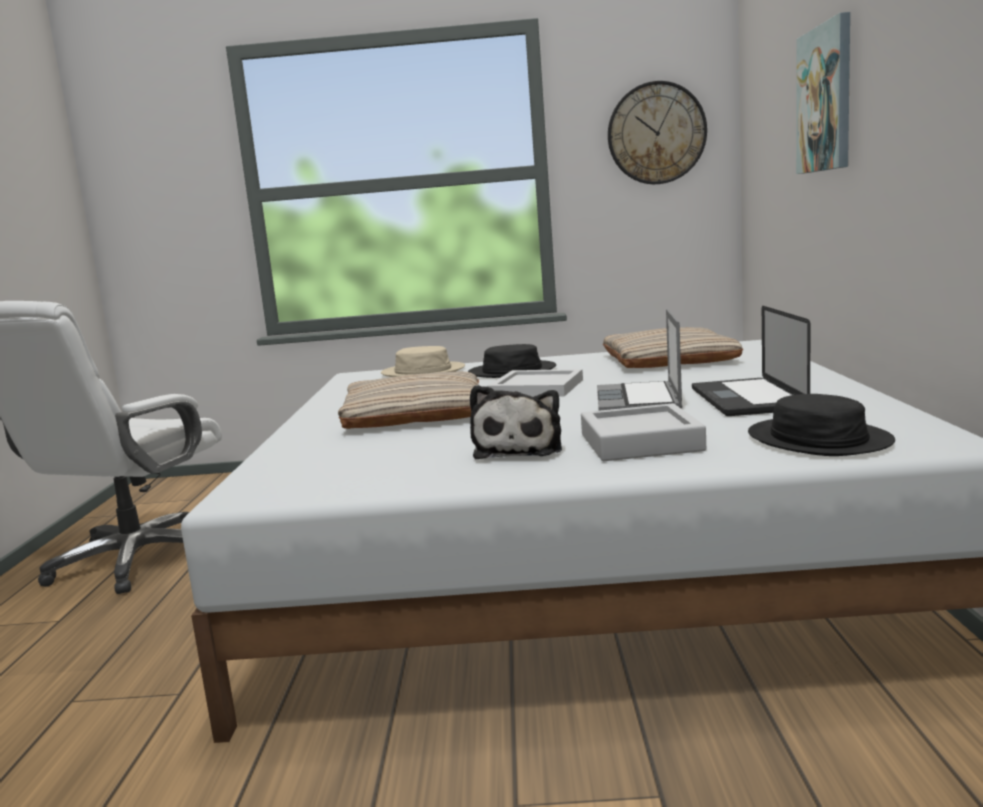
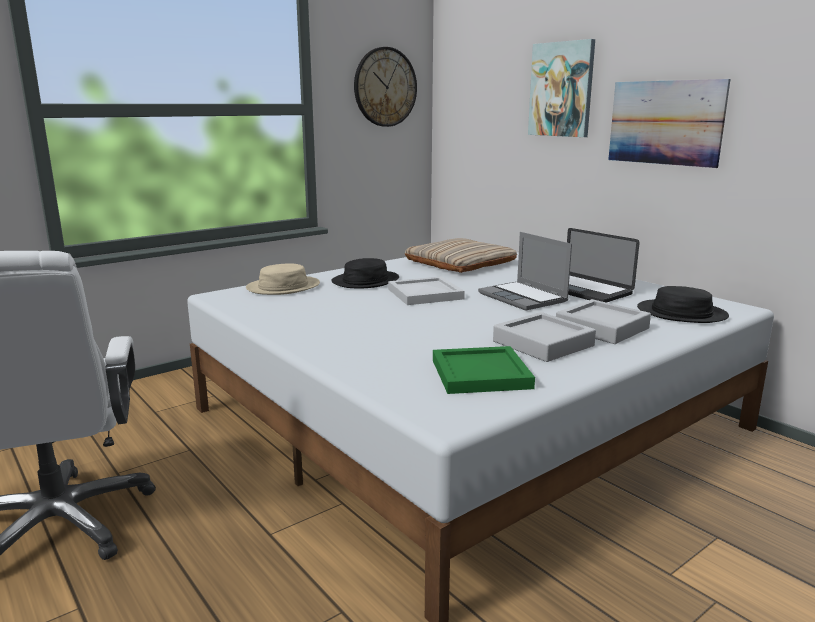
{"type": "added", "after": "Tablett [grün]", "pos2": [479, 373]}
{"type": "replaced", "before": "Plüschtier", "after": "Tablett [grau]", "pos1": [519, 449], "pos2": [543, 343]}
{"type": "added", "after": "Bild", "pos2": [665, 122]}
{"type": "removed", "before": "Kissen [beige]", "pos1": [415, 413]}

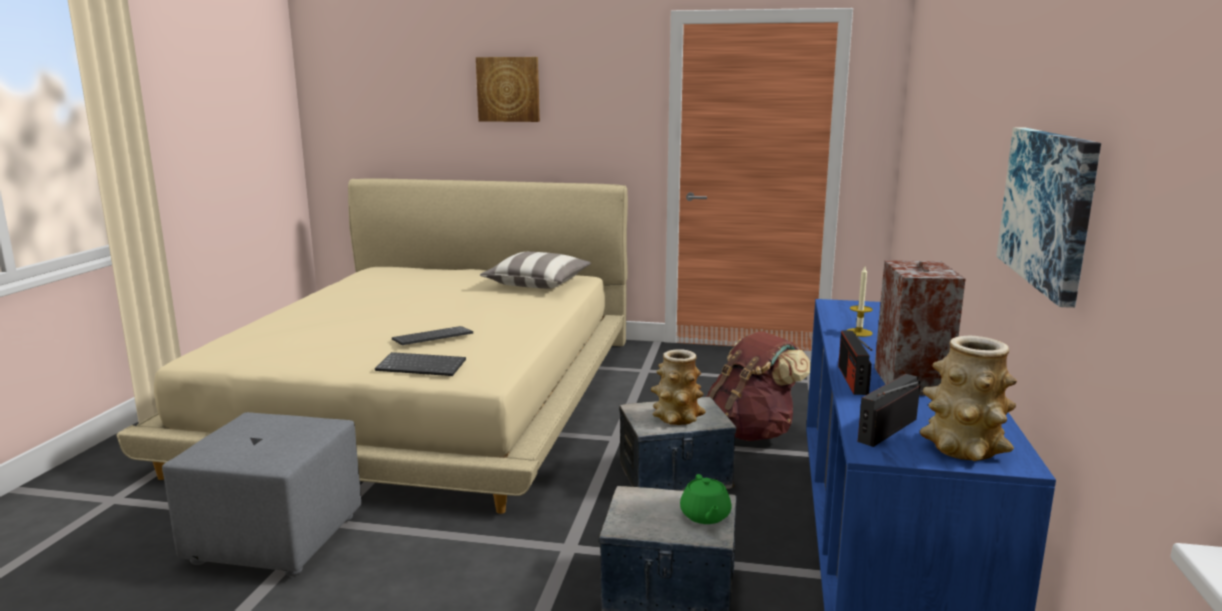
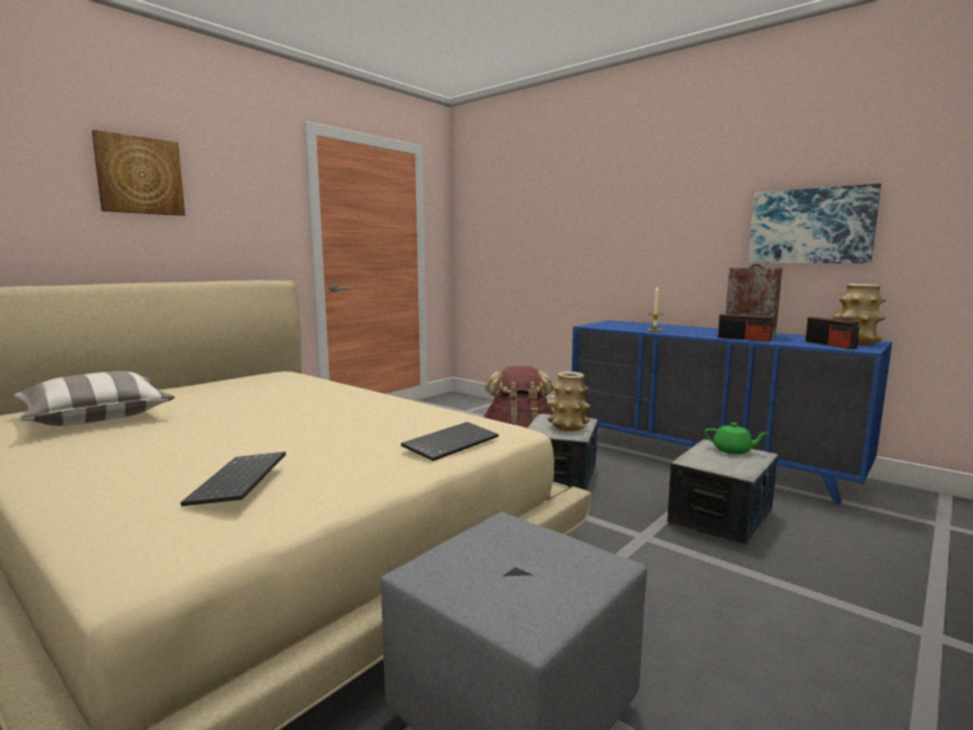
{"type": "moved", "before": "Kissen", "pos1": [537, 284], "pos2": [96, 417]}
{"type": "moved", "before": "Tastatur", "pos1": [432, 338], "pos2": [240, 481]}

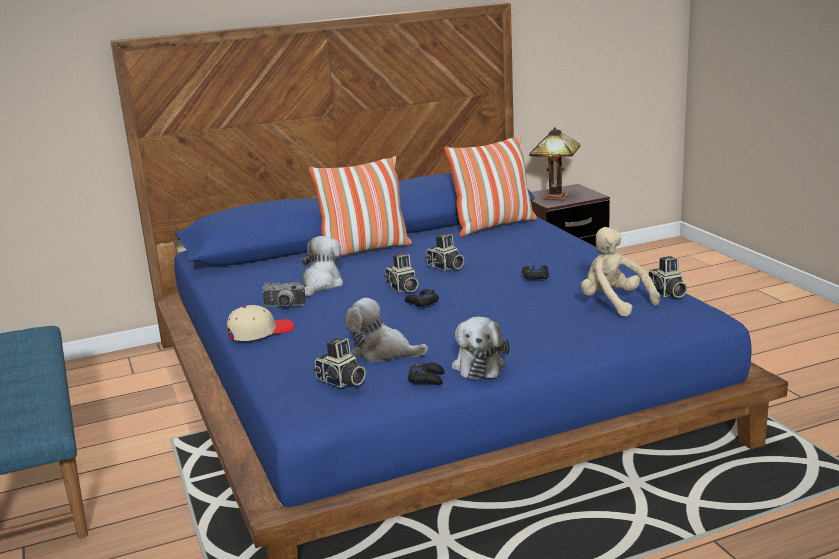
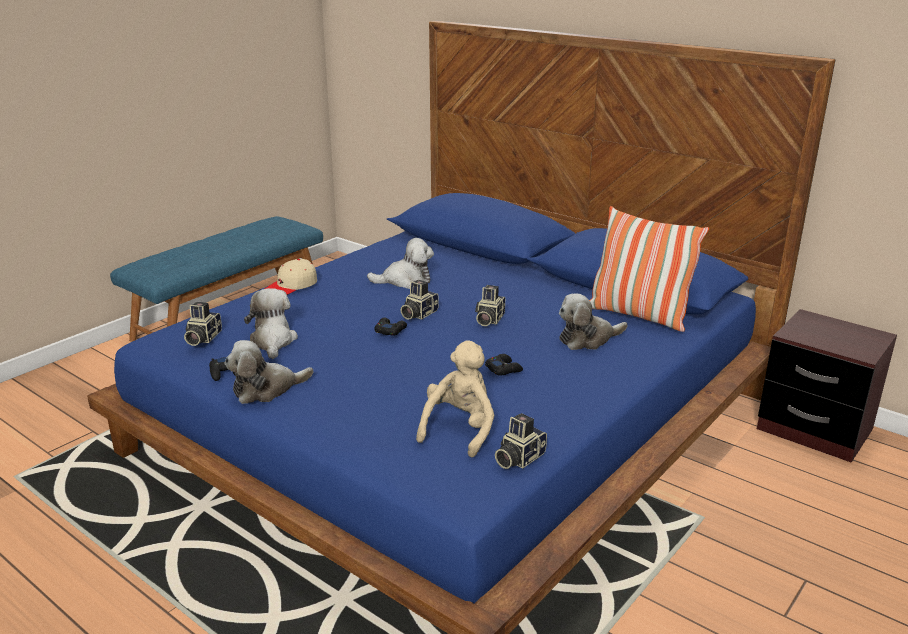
{"type": "turned", "before": "Kappe [beige]", "pos1": [260, 332], "pos2": [291, 286], "turn": 105}
{"type": "added", "after": "Plüschtier", "pos2": [587, 339]}
{"type": "removed", "before": "Kamera", "pos1": [284, 307]}
{"type": "removed", "before": "Kissen", "pos1": [364, 250]}
{"type": "removed", "before": "Tischlampe", "pos1": [556, 197]}

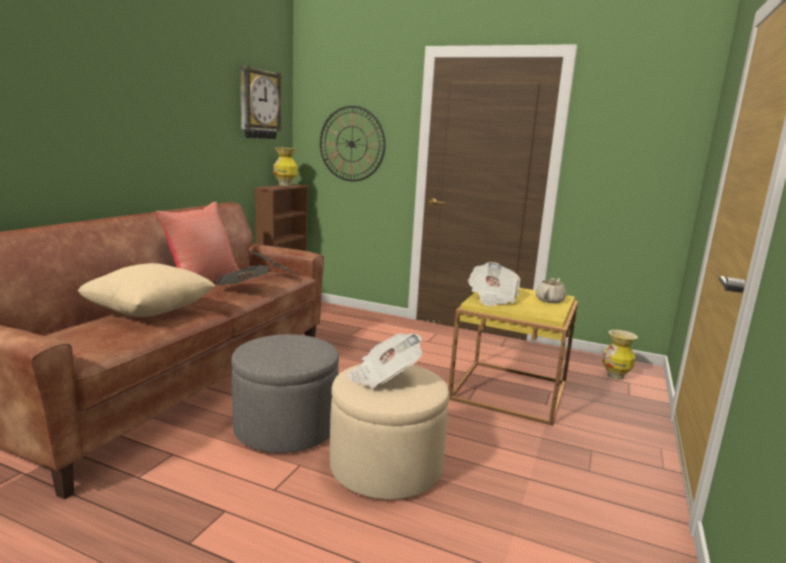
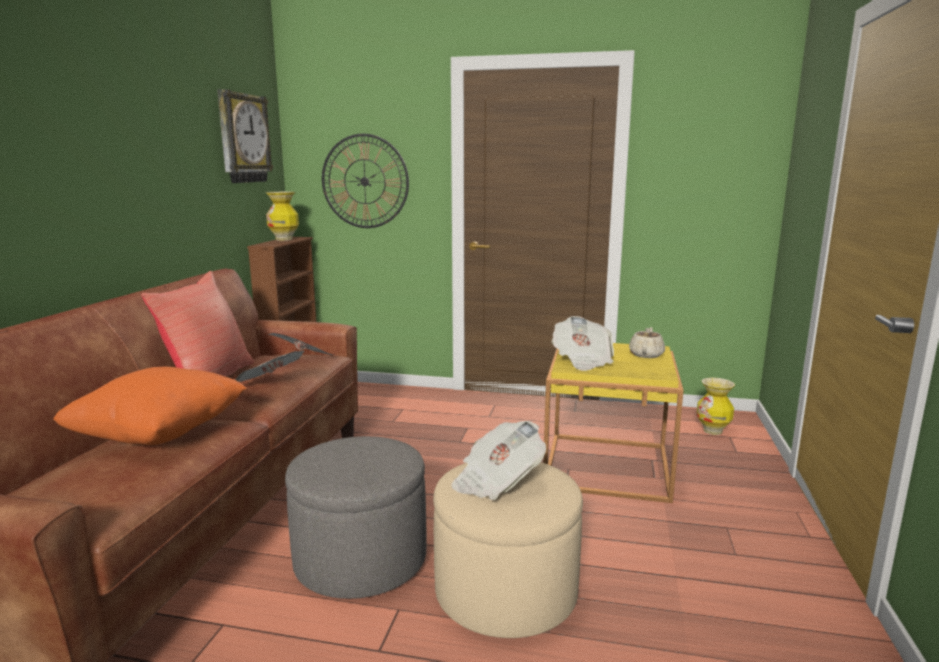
{"type": "recoloured", "before": "Kissen [beige]", "after": "Kissen [orange]", "pos1": [150, 313], "pos2": [159, 435]}

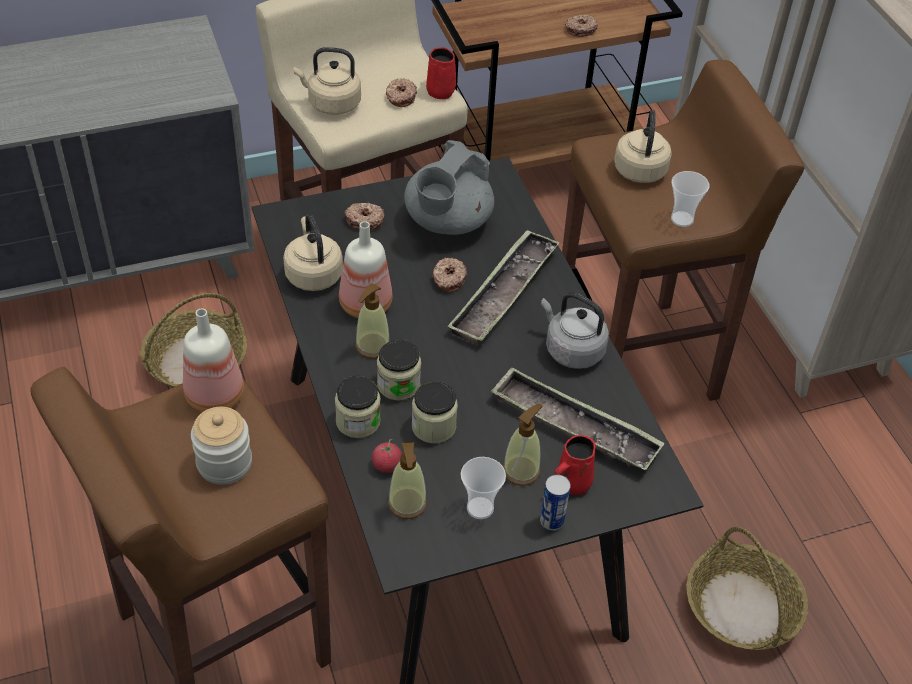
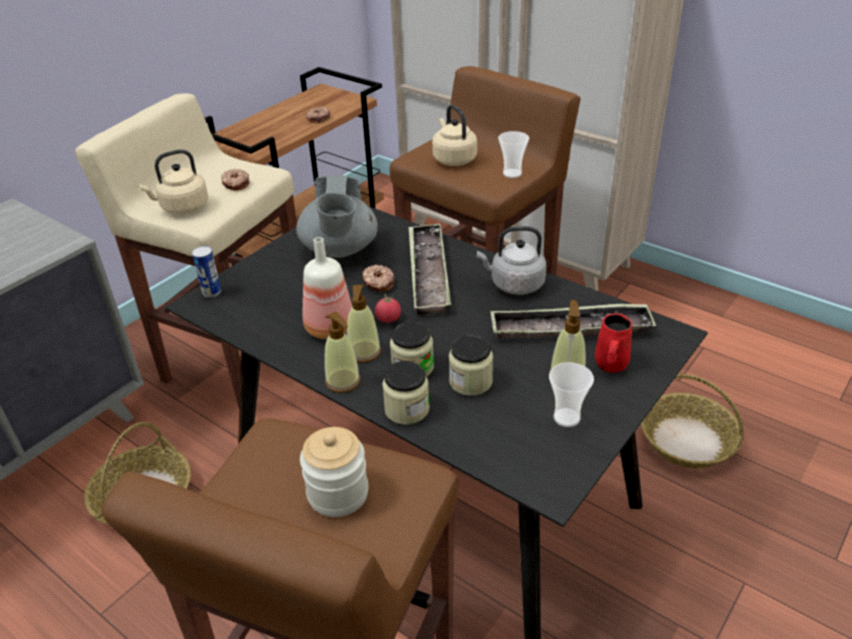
{"type": "moved", "before": "Dose", "pos1": [551, 521], "pos2": [212, 292]}
{"type": "moved", "before": "Seifenspender", "pos1": [407, 504], "pos2": [343, 381]}
{"type": "moved", "before": "Tomate", "pos1": [387, 465], "pos2": [388, 319]}
{"type": "removed", "before": "Flasche", "pos1": [217, 396]}
{"type": "removed", "before": "Wasserkessel [beige]", "pos1": [313, 274]}
{"type": "removed", "before": "Donut", "pos1": [365, 220]}
{"type": "removed", "before": "Henkelbecher [rot]", "pos1": [439, 90]}

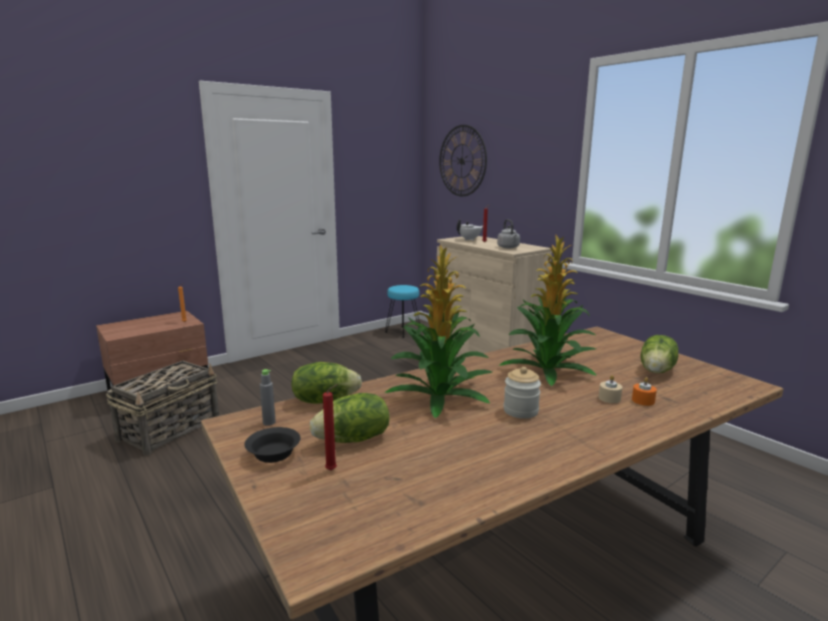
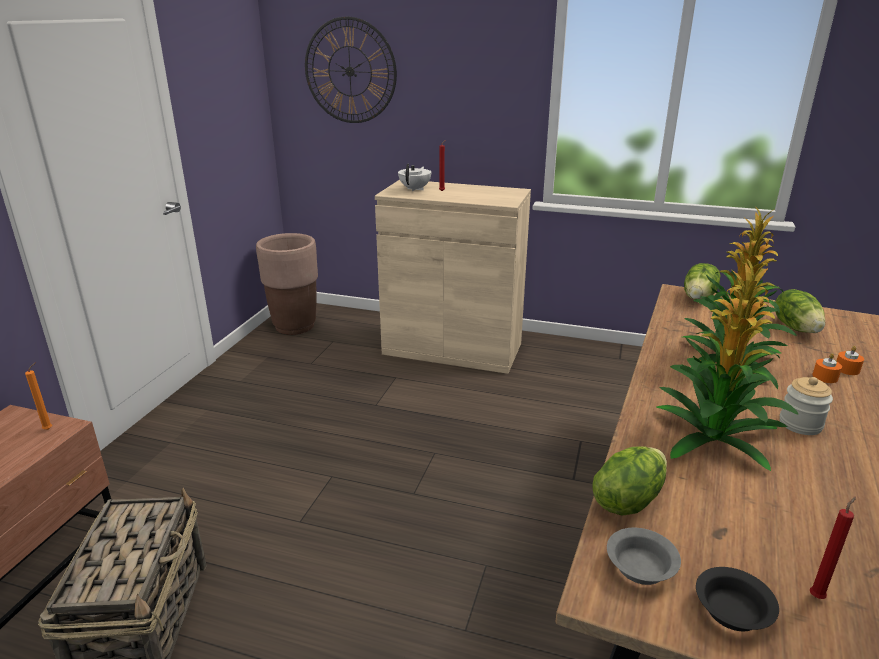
{"type": "replaced", "before": "Hocker [türkis]", "after": "Pflanzkübel [braun]", "pos1": [403, 332], "pos2": [295, 326]}
{"type": "replaced", "before": "Flasche [grau]", "after": "Schüssel [grau]", "pos1": [269, 422], "pos2": [638, 567]}
{"type": "moved", "before": "Salatkopf", "pos1": [353, 439], "pos2": [699, 297]}
{"type": "recoloured", "before": "Kerze [beige]", "after": "Kerze [orange]", "pos1": [609, 398], "pos2": [825, 377]}
{"type": "removed", "before": "Wasserkessel [grau]", "pos1": [508, 247]}

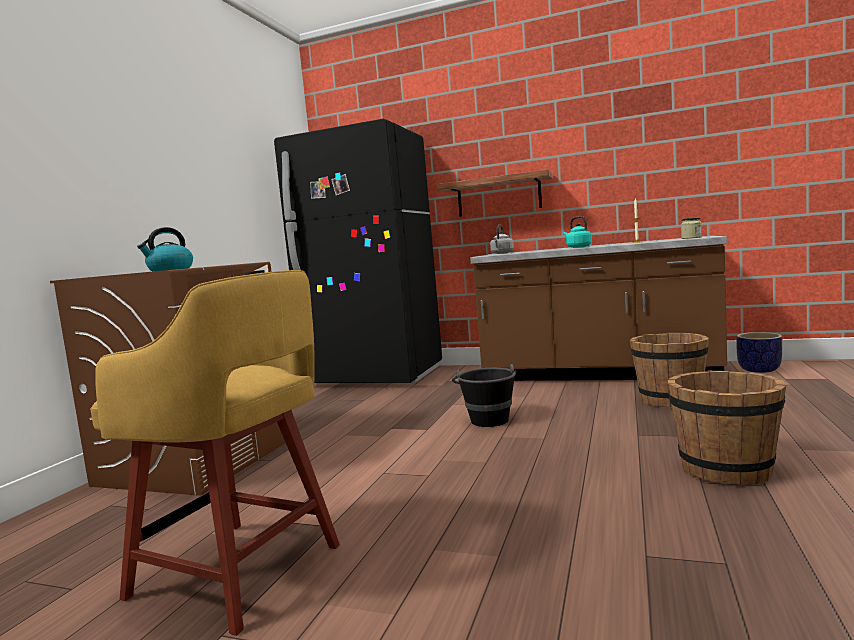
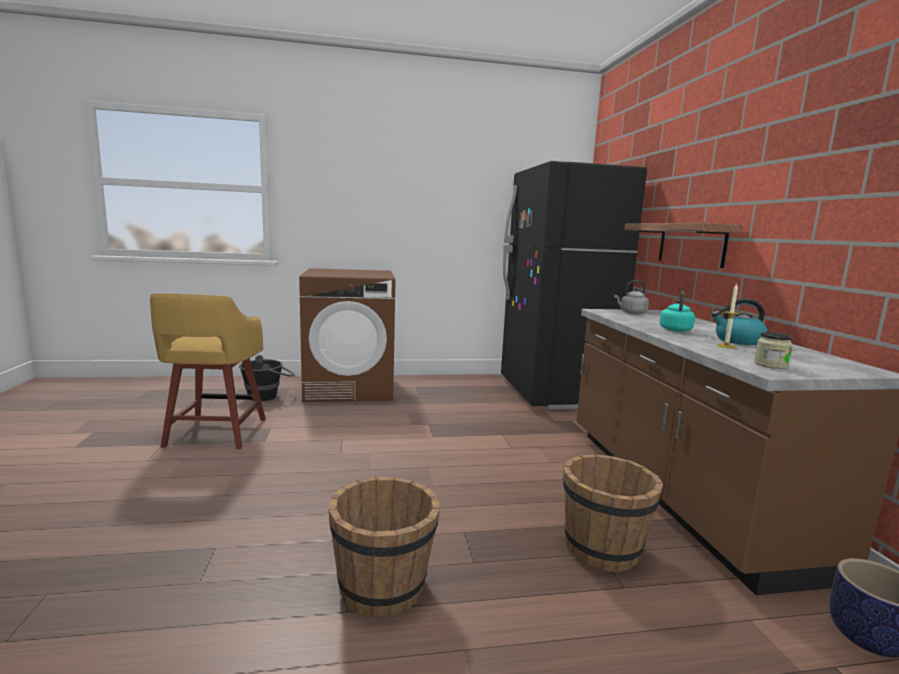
{"type": "moved", "before": "Eimer [schwarz]", "pos1": [488, 418], "pos2": [268, 395]}
{"type": "moved", "before": "Wasserkessel", "pos1": [169, 269], "pos2": [738, 341]}

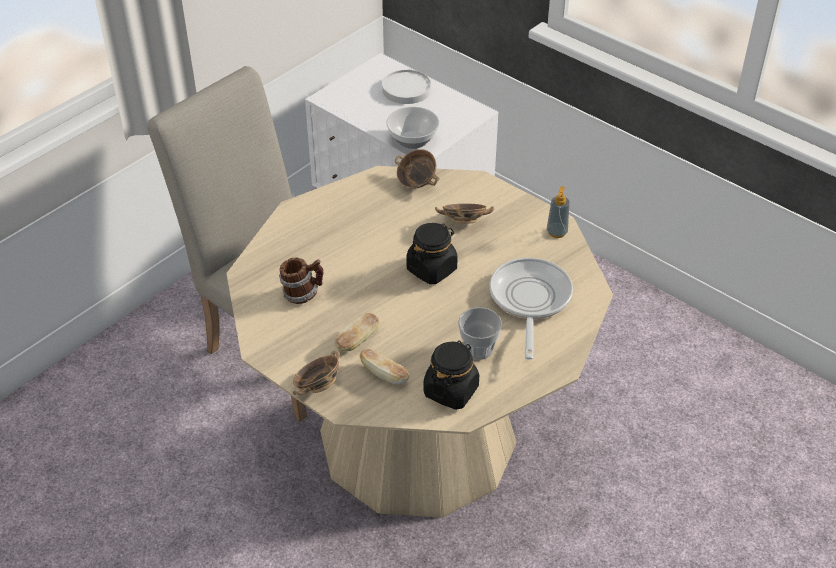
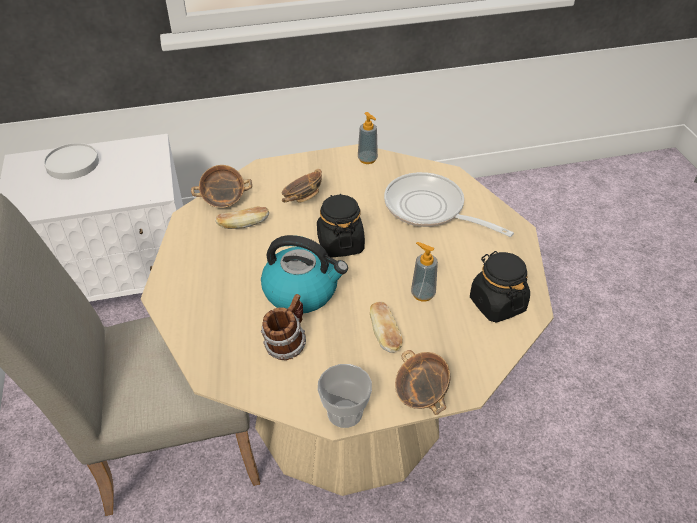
{"type": "moved", "before": "Brot", "pos1": [384, 374], "pos2": [243, 225]}
{"type": "added", "after": "Wasserkessel", "pos2": [302, 291]}
{"type": "moved", "before": "Tasse", "pos1": [478, 349], "pos2": [344, 412]}
{"type": "added", "after": "Seifenspender", "pos2": [422, 294]}
{"type": "removed", "before": "Schüssel", "pos1": [413, 140]}

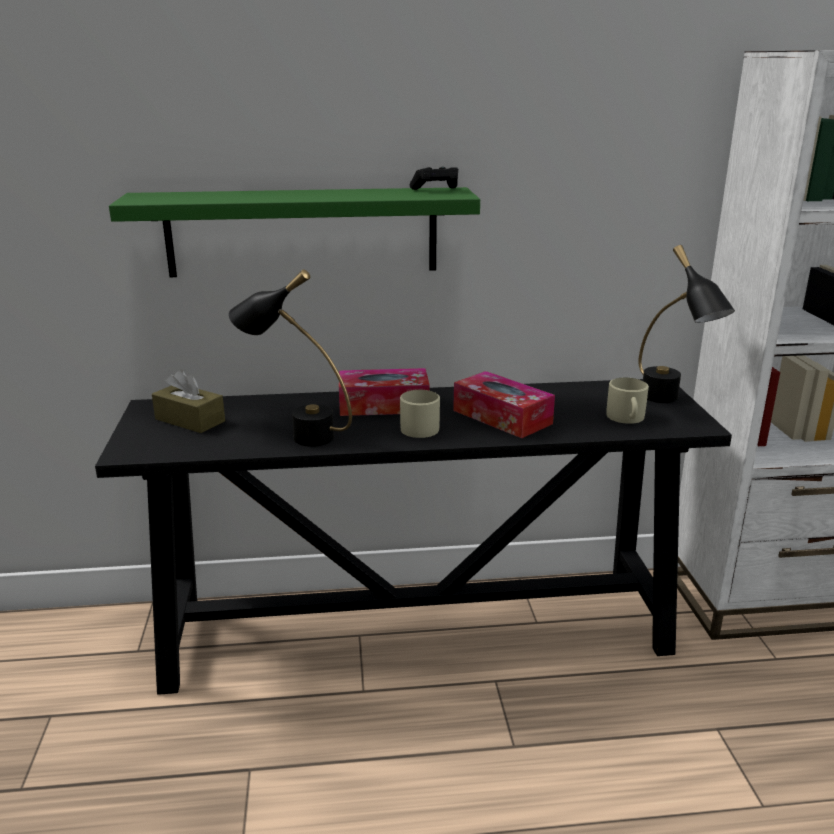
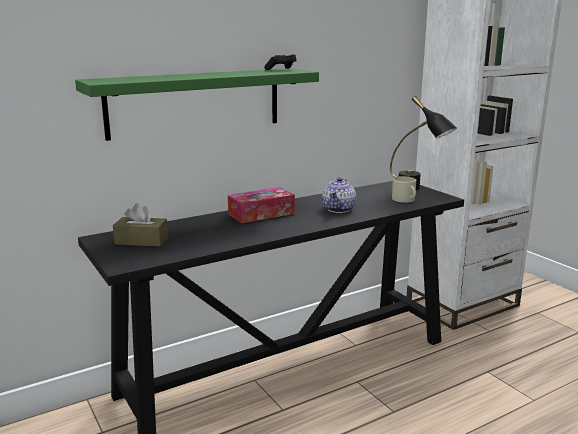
{"type": "replaced", "before": "Taschentuchbox", "after": "Teekanne", "pos1": [502, 417], "pos2": [339, 209]}
{"type": "removed", "before": "Tischlampe [schwarz]", "pos1": [296, 434]}
{"type": "removed", "before": "Henkelbecher [beige]", "pos1": [422, 427]}

